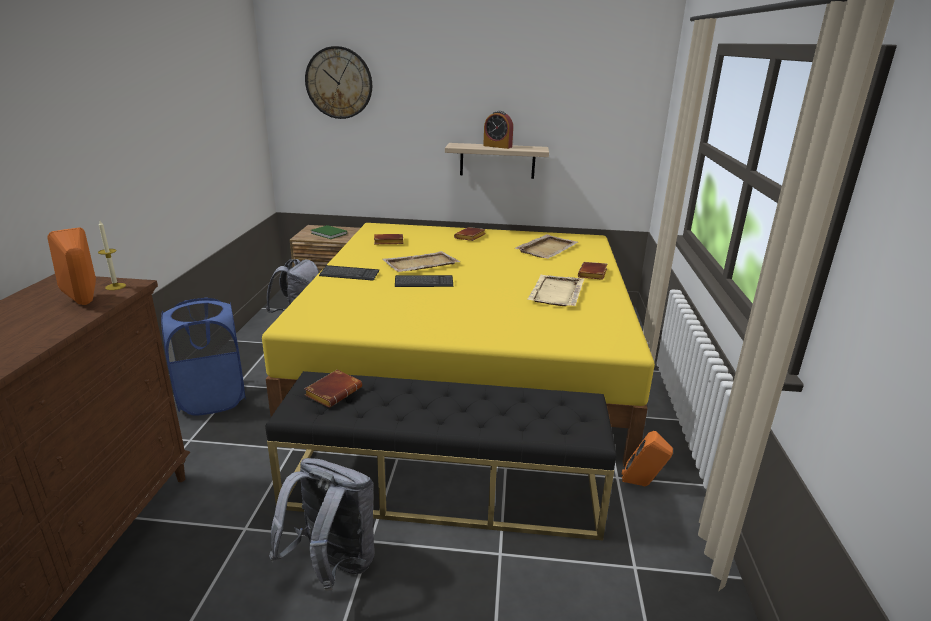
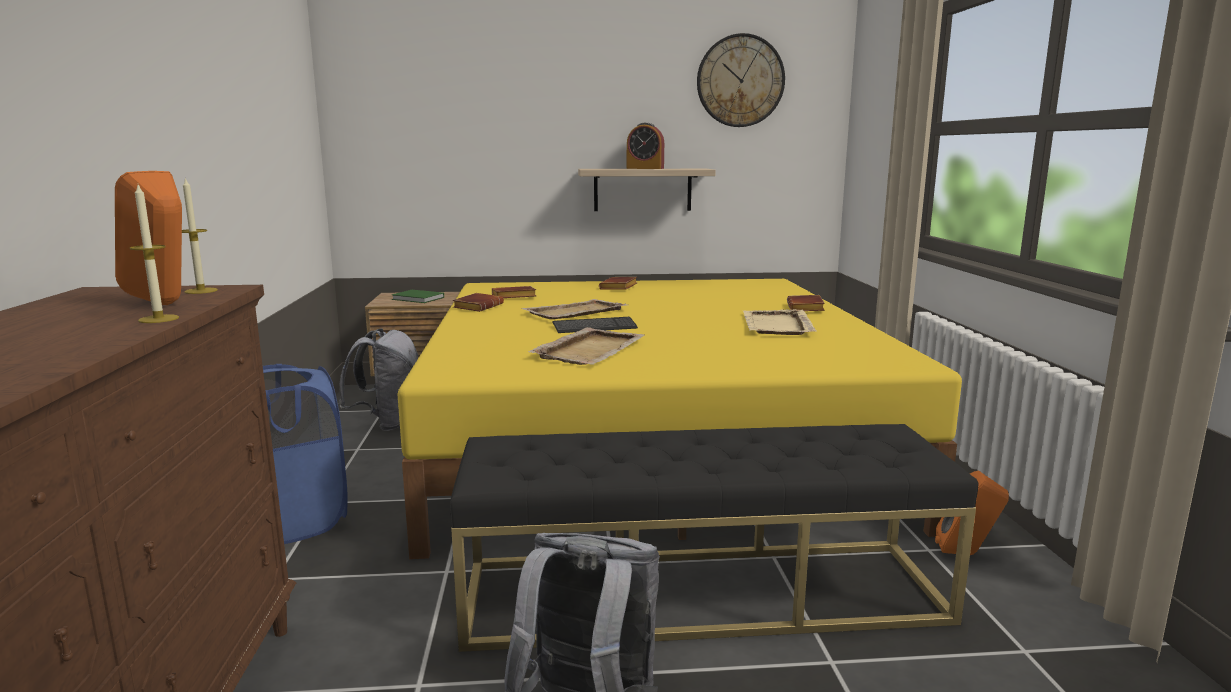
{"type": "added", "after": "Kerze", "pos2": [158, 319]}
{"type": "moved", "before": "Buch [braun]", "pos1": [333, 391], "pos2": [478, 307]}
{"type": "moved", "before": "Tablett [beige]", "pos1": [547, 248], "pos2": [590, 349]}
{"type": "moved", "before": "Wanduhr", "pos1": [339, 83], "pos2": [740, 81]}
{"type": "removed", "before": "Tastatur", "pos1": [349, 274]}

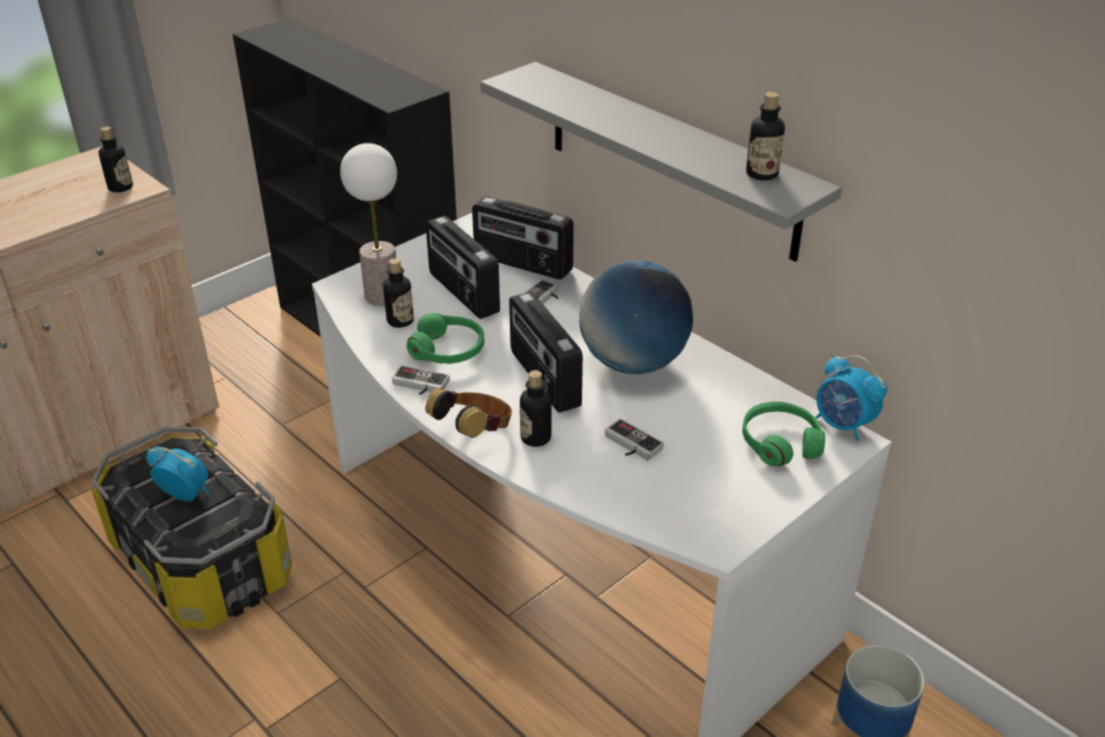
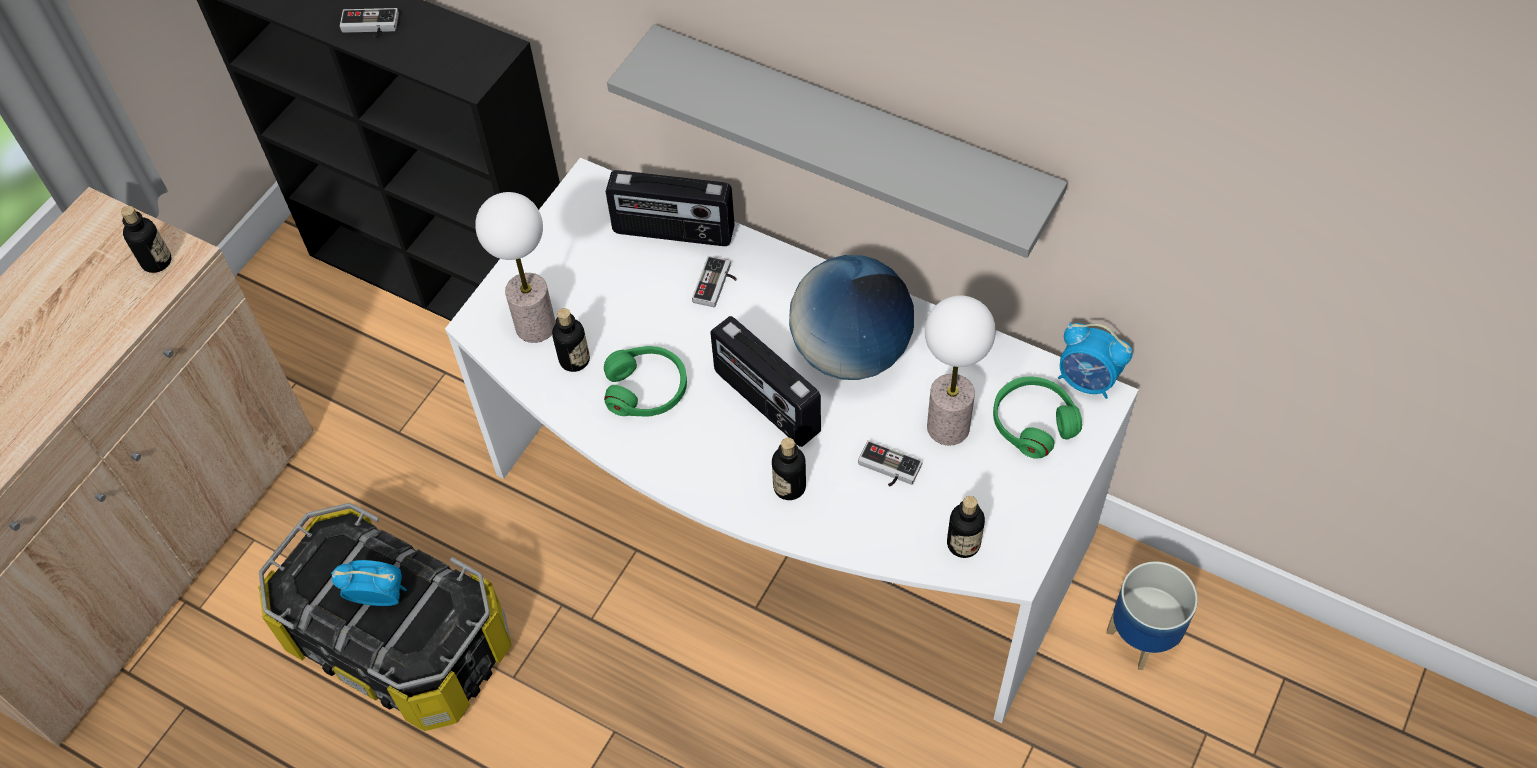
{"type": "moved", "before": "Gamepad", "pos1": [418, 386], "pos2": [369, 27]}
{"type": "added", "after": "Tischlampe", "pos2": [948, 427]}
{"type": "moved", "before": "Flasche", "pos1": [762, 174], "pos2": [963, 544]}
{"type": "removed", "before": "Kopfhörer", "pos1": [475, 433]}
{"type": "removed", "before": "Radio", "pos1": [462, 293]}

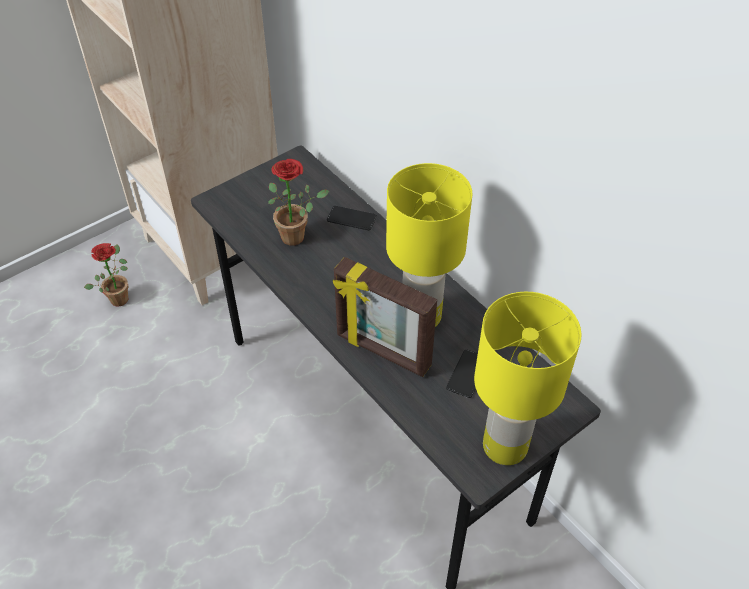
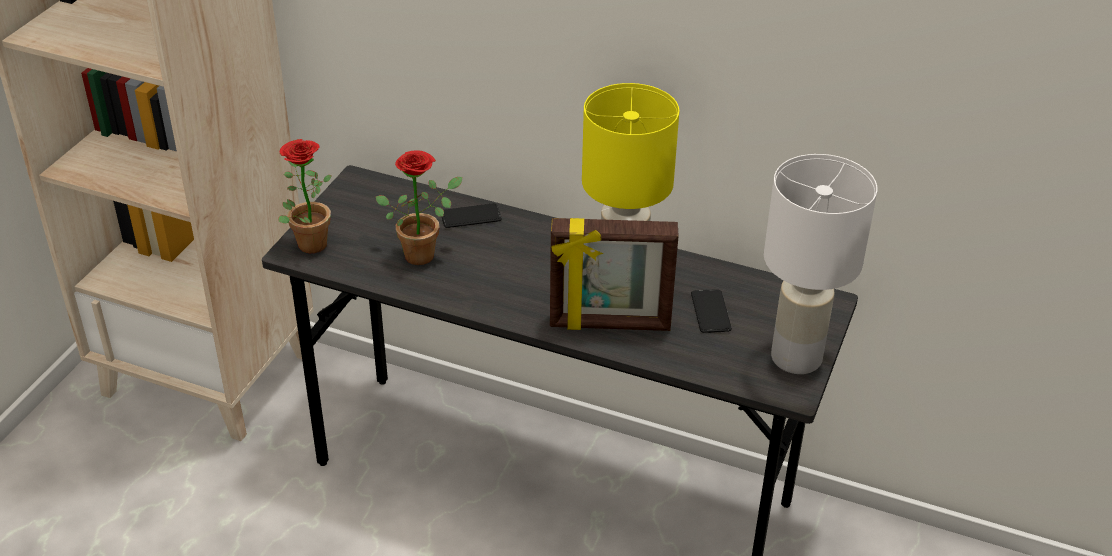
{"type": "moved", "before": "Topfpflanze", "pos1": [119, 296], "pos2": [308, 241]}
{"type": "recoloured", "before": "Tischlampe [gelb]", "after": "Tischlampe [weiß]", "pos1": [504, 447], "pos2": [797, 359]}

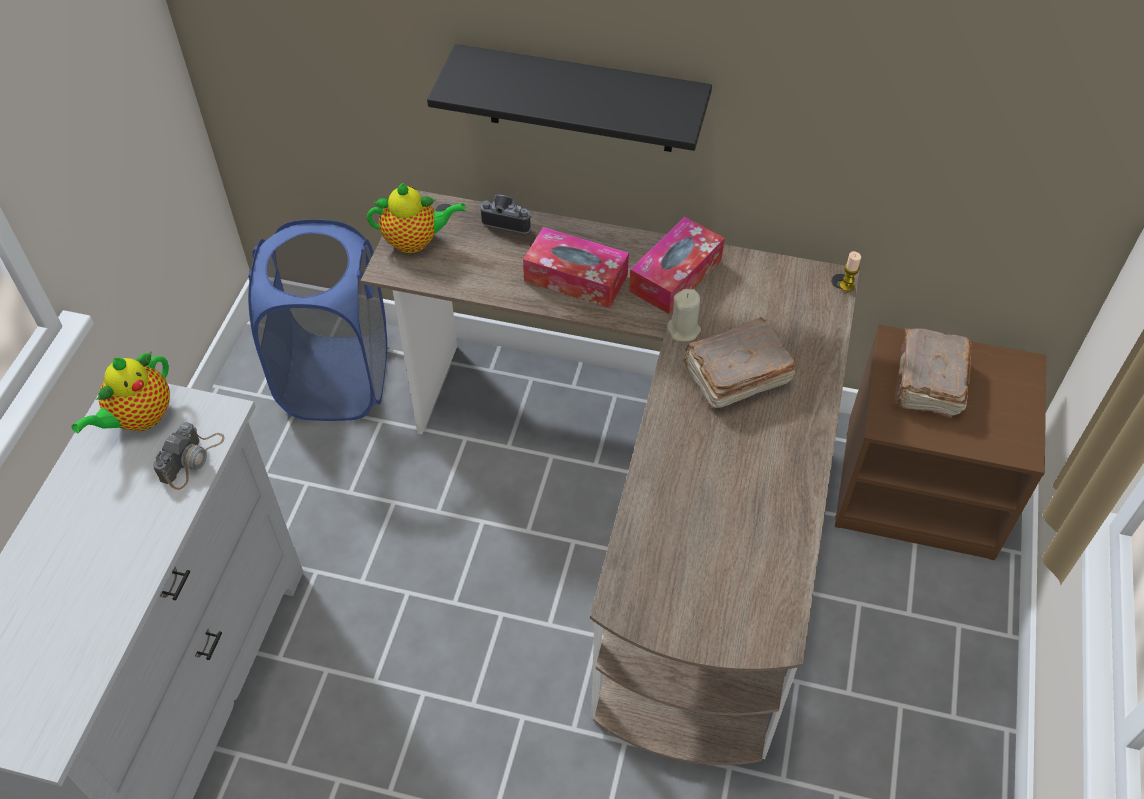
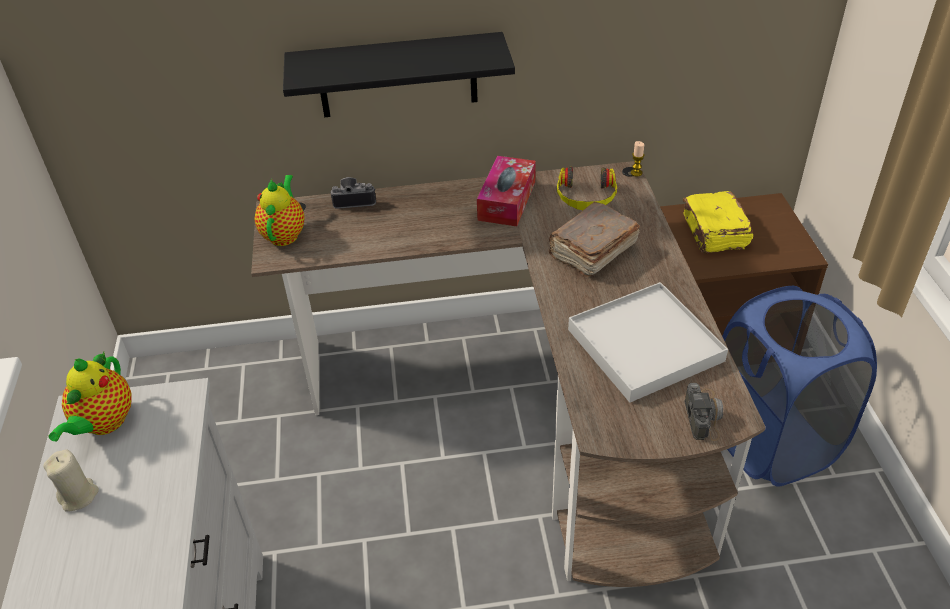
{"type": "moved", "before": "Kerze [beige]", "pos1": [684, 330], "pos2": [79, 496]}
{"type": "turned", "before": "Teekanne", "pos1": [415, 241], "pos2": [284, 234], "turn": -60}
{"type": "added", "after": "Kopfhörer", "pos2": [586, 197]}
{"type": "added", "after": "Tablett [weiß]", "pos2": [645, 345]}
{"type": "recoloured", "before": "Buch [braun]", "after": "Buch [gelb]", "pos1": [927, 383], "pos2": [714, 233]}
{"type": "moved", "before": "Kamera", "pos1": [192, 459], "pos2": [703, 414]}
{"type": "moved", "before": "Wäschekorb [blau]", "pos1": [336, 379], "pos2": [771, 441]}
{"type": "removed", "before": "Taschentuchbox", "pos1": [575, 278]}

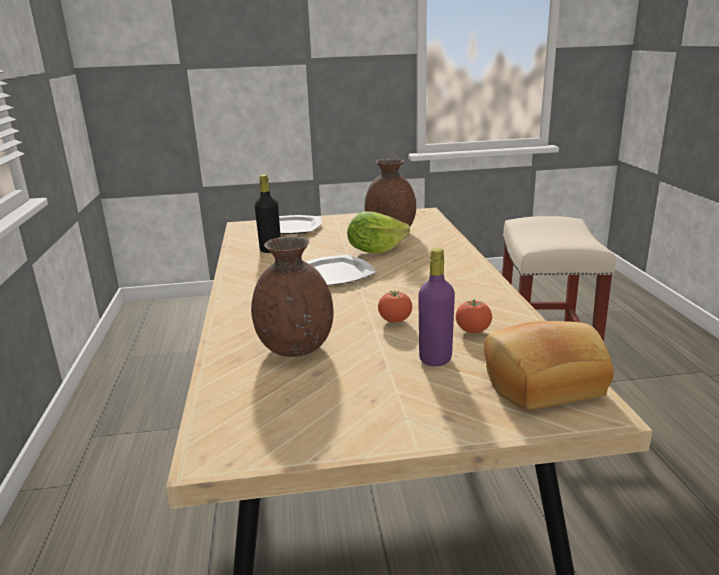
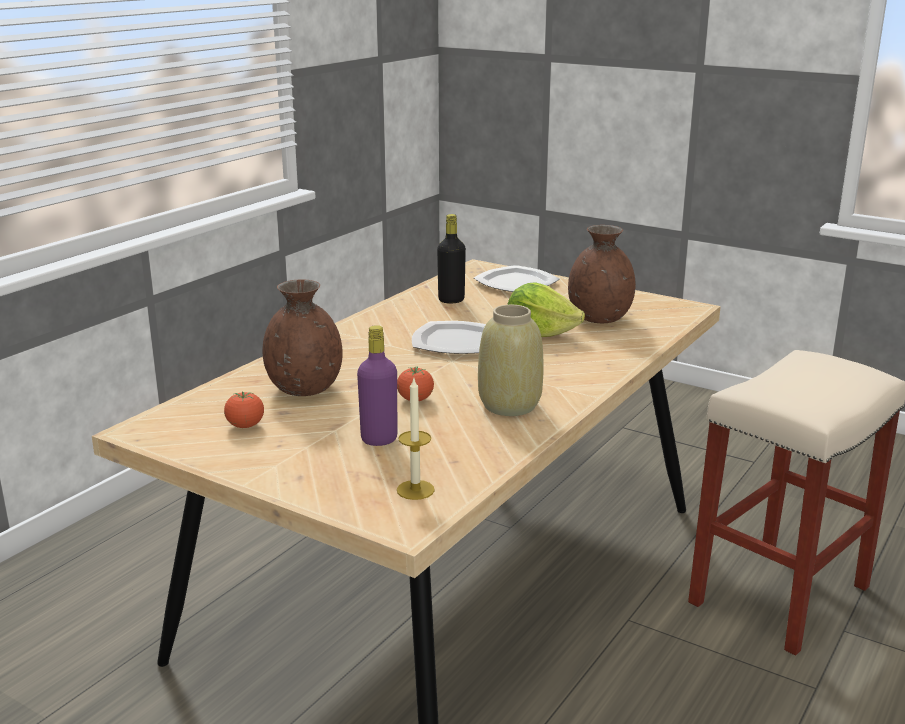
{"type": "moved", "before": "Tomate", "pos1": [473, 331], "pos2": [245, 426]}
{"type": "replaced", "before": "Brot", "after": "Kerze", "pos1": [541, 382], "pos2": [415, 490]}
{"type": "added", "after": "Vase [beige]", "pos2": [510, 405]}

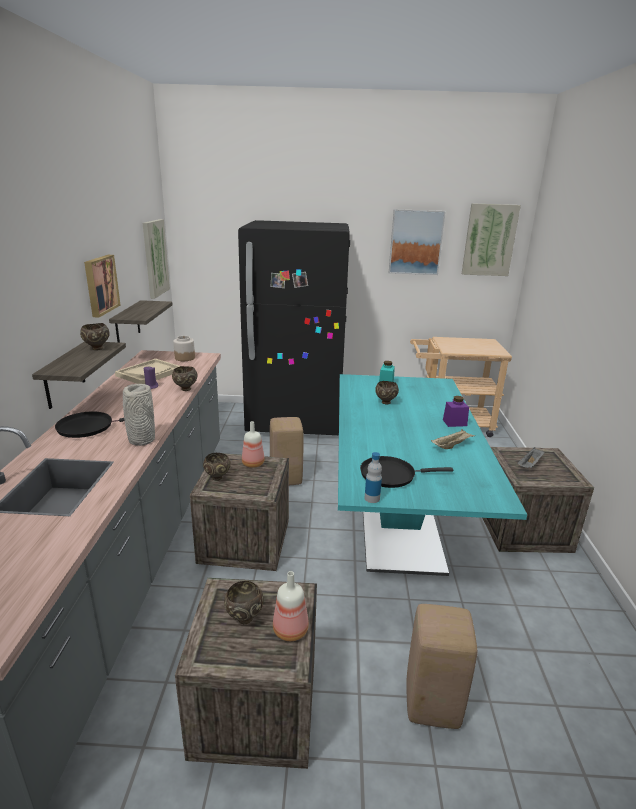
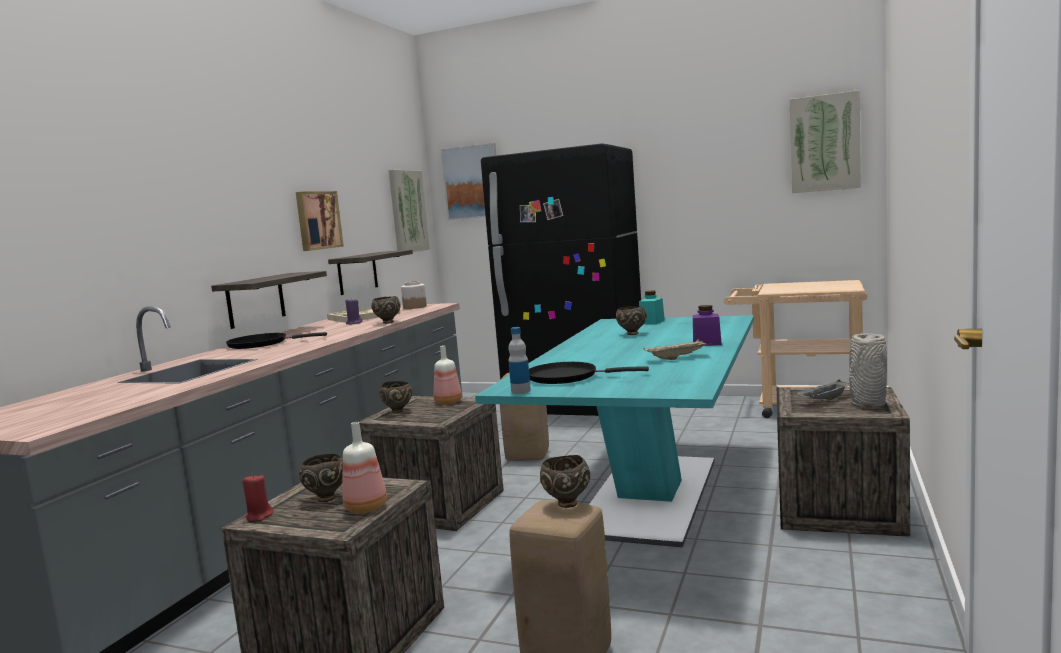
{"type": "added", "after": "Kerze [rot]", "pos2": [259, 516]}
{"type": "moved", "before": "Bild", "pos1": [415, 242], "pos2": [472, 182]}
{"type": "moved", "before": "Schüssel [braun]", "pos1": [97, 349], "pos2": [566, 504]}
{"type": "moved", "before": "Vase [grau]", "pos1": [141, 440], "pos2": [867, 404]}

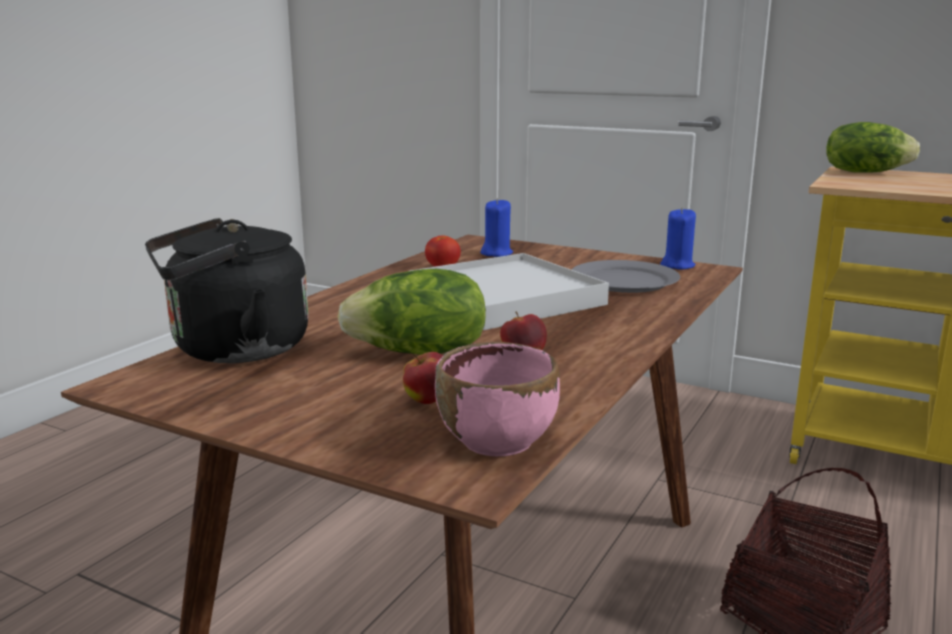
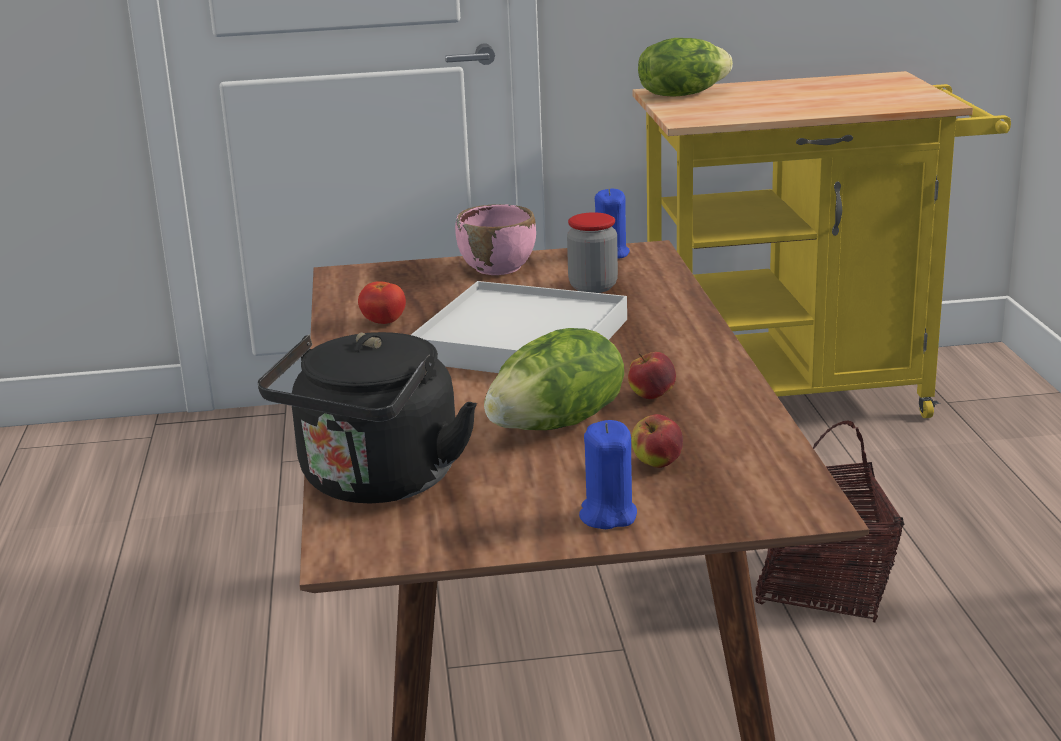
{"type": "moved", "before": "Schüssel [rosa]", "pos1": [498, 440], "pos2": [498, 267]}
{"type": "replaced", "before": "Teller [grau]", "after": "Vorratsglas", "pos1": [623, 281], "pos2": [593, 287]}
{"type": "moved", "before": "Kerze [blau]", "pos1": [496, 253], "pos2": [607, 515]}

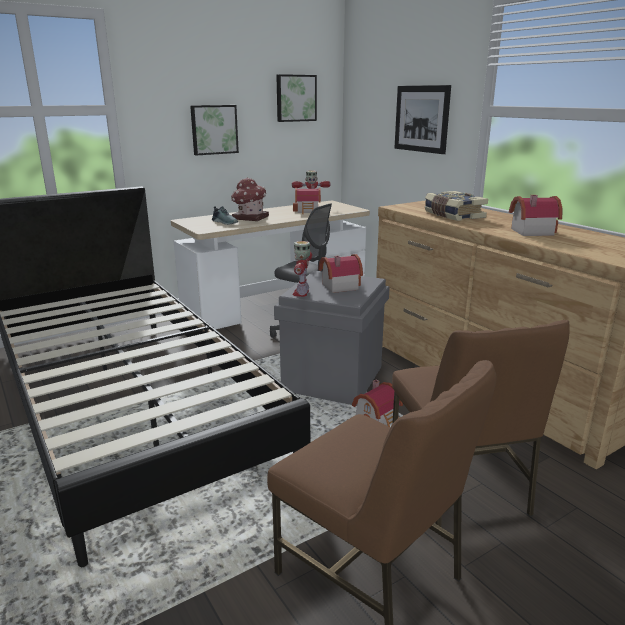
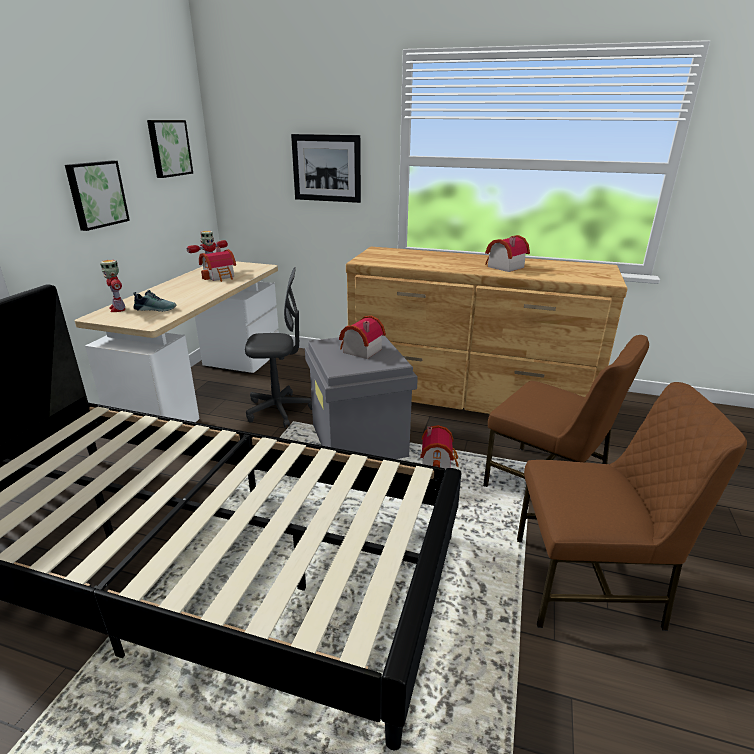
{"type": "moved", "before": "Spielzeugroboter", "pos1": [301, 293], "pos2": [118, 309]}
{"type": "removed", "before": "Spielzeughaus", "pos1": [249, 218]}
{"type": "removed", "before": "Buch", "pos1": [453, 215]}

